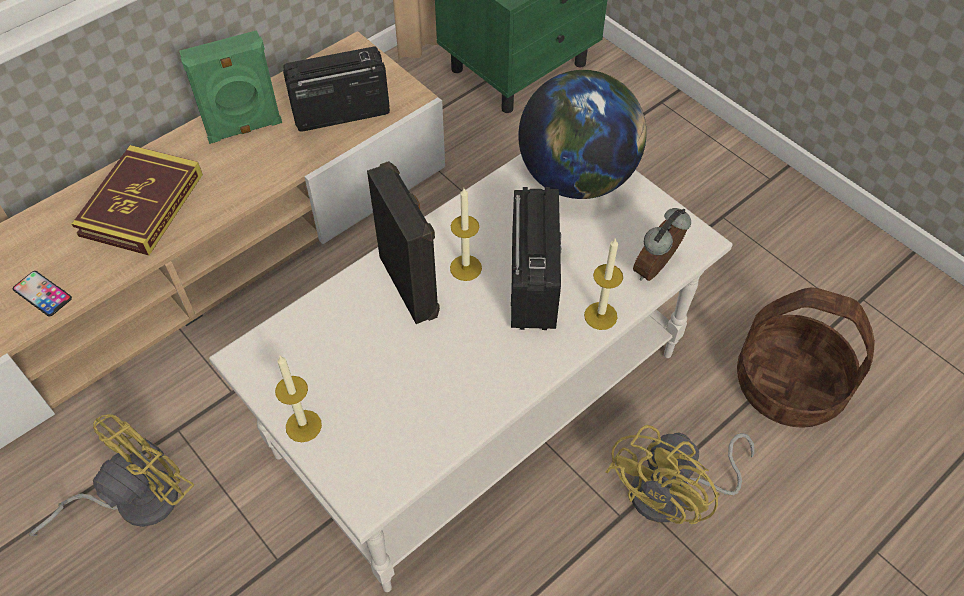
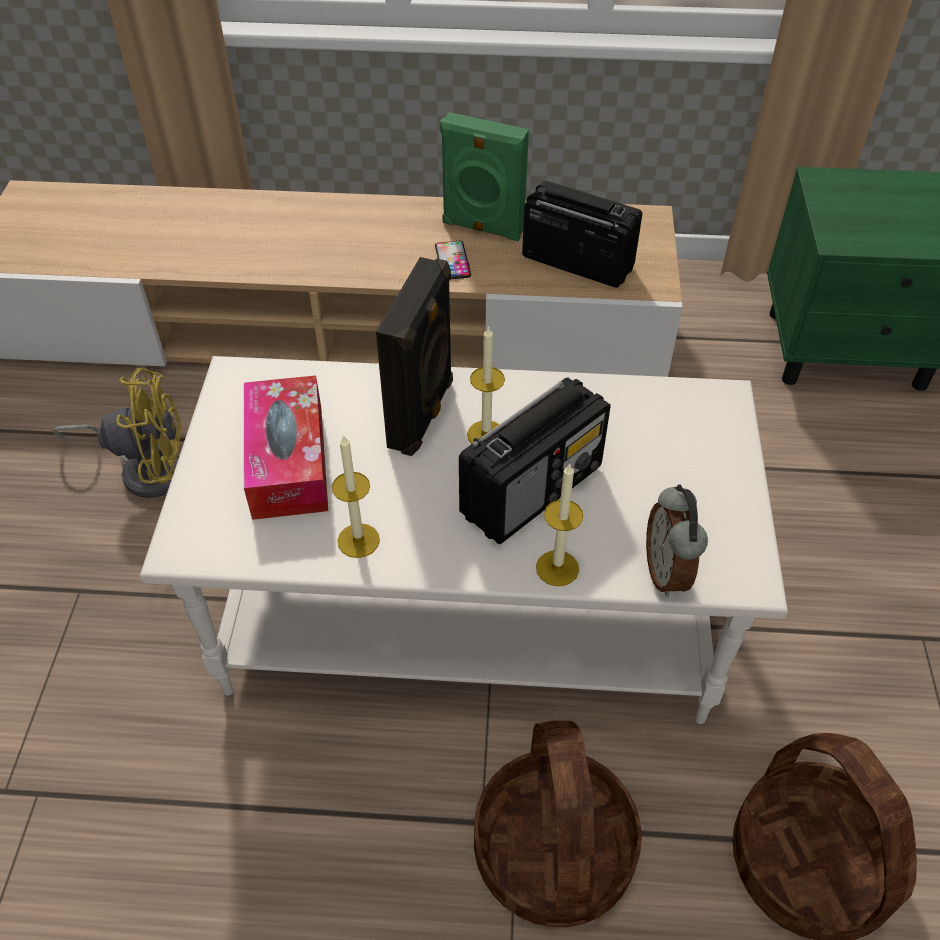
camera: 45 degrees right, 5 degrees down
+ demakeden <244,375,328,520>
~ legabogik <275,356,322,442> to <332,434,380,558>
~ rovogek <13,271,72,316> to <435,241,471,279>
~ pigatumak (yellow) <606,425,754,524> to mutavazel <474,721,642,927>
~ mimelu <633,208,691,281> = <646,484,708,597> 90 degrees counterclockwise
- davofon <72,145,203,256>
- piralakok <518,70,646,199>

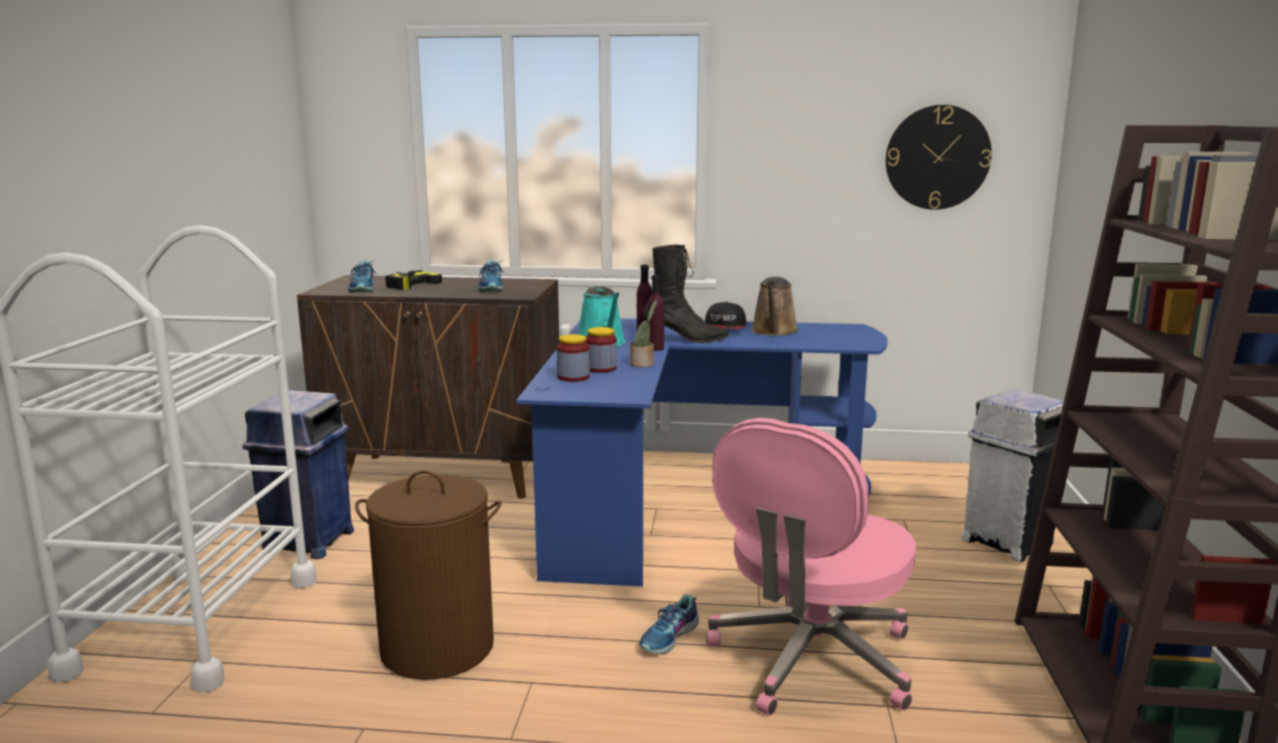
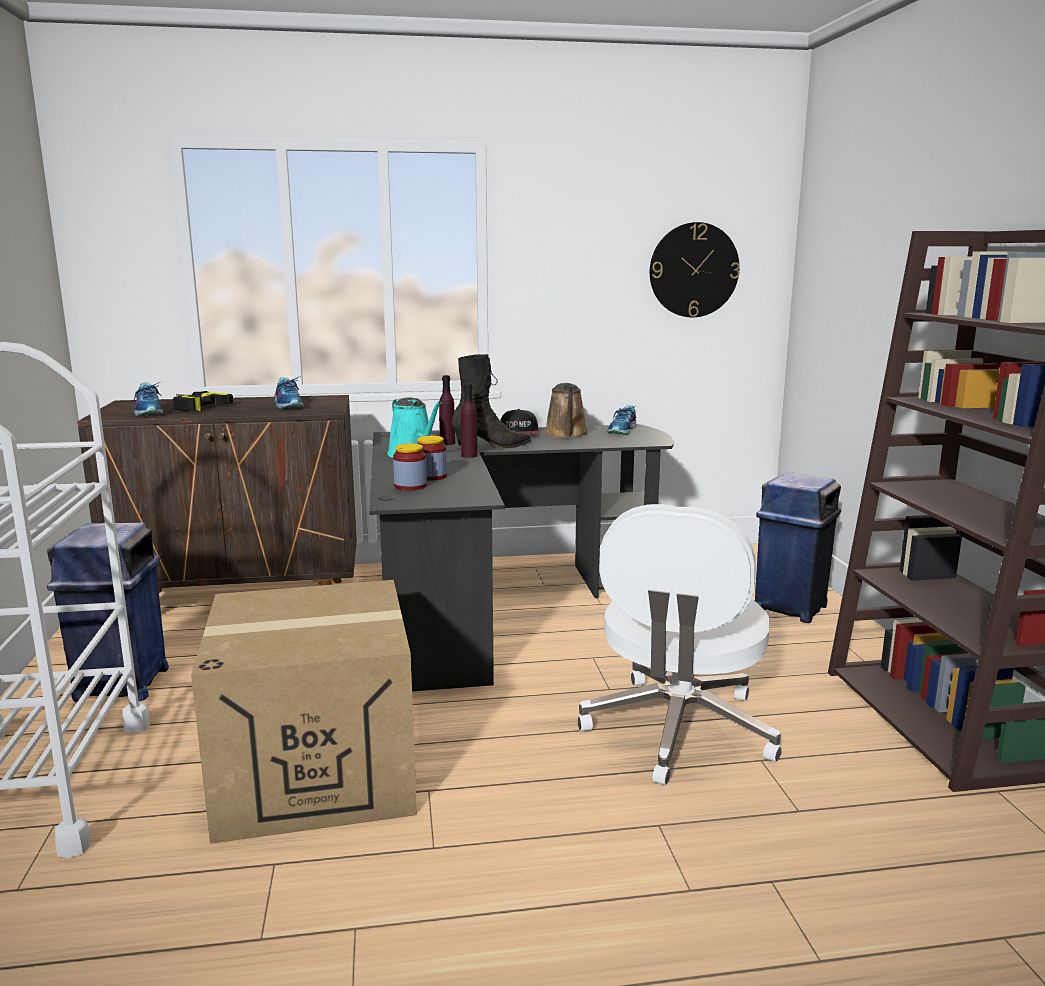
camera: 15 degrees left, 0 degrees up
~ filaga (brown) <355,471,502,680> to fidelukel <191,580,417,844>
~ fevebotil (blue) <516,318,888,587> to fevebotil (black) <369,424,674,691>
~ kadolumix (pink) <707,418,916,716> to kadolumix (white) <577,504,782,785>
~ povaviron <639,594,699,654> to <607,405,637,435>
~ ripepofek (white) <961,389,1064,562> to ripepofek (blue) <755,472,841,623>
- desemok <630,301,657,368>

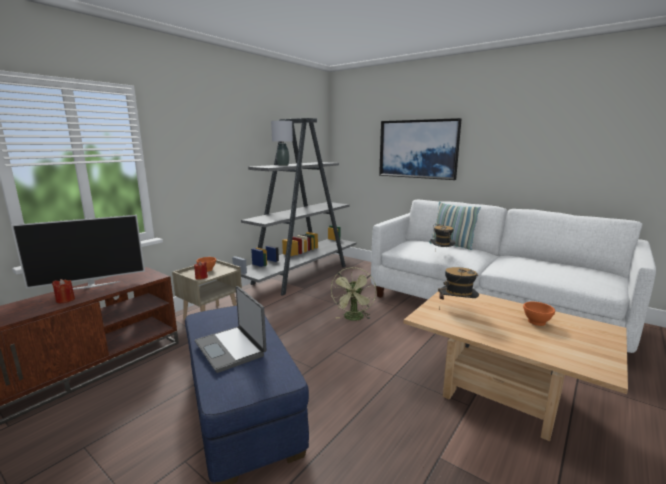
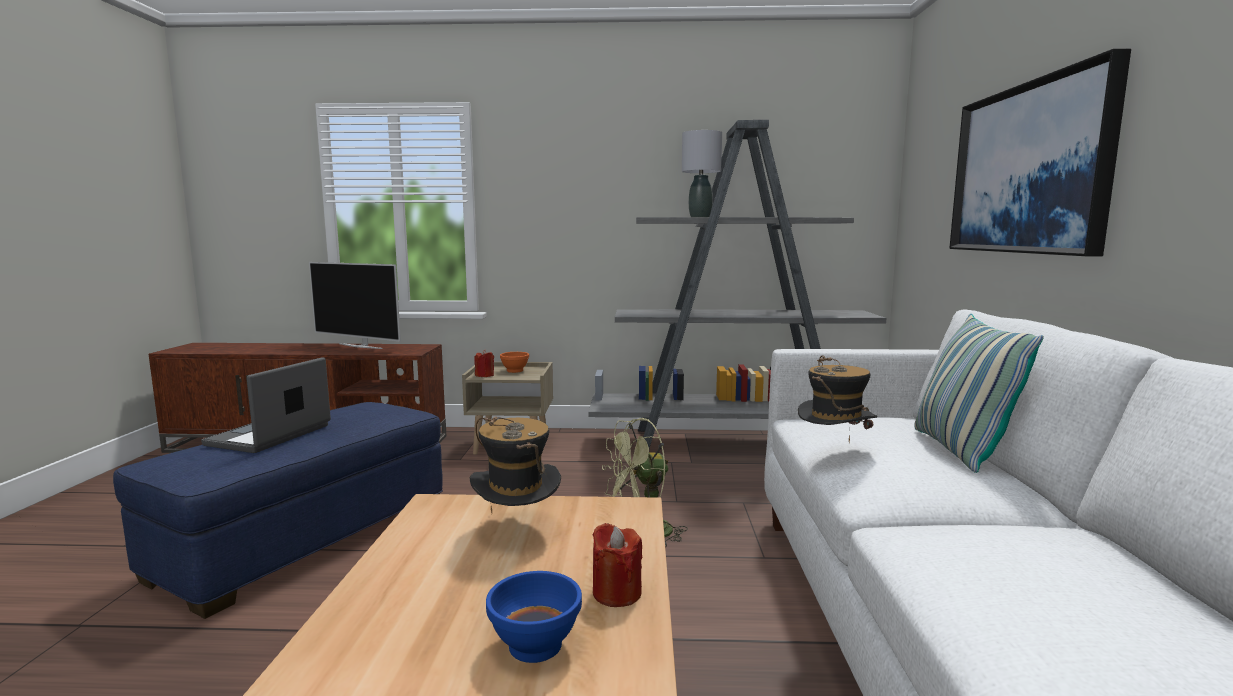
camera: 55 degrees right, 5 degrees down
~ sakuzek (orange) <523,302,555,326> to sakuzek (blue) <486,571,582,663>
~ legabogik (red) <52,279,75,303> to <593,523,643,607>

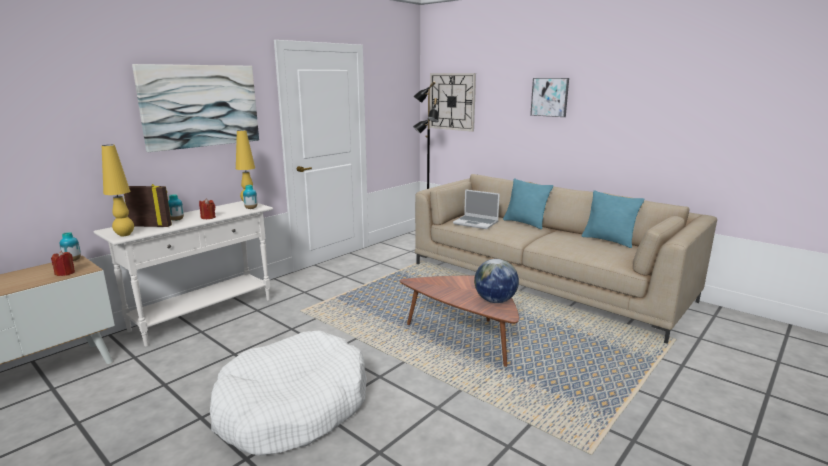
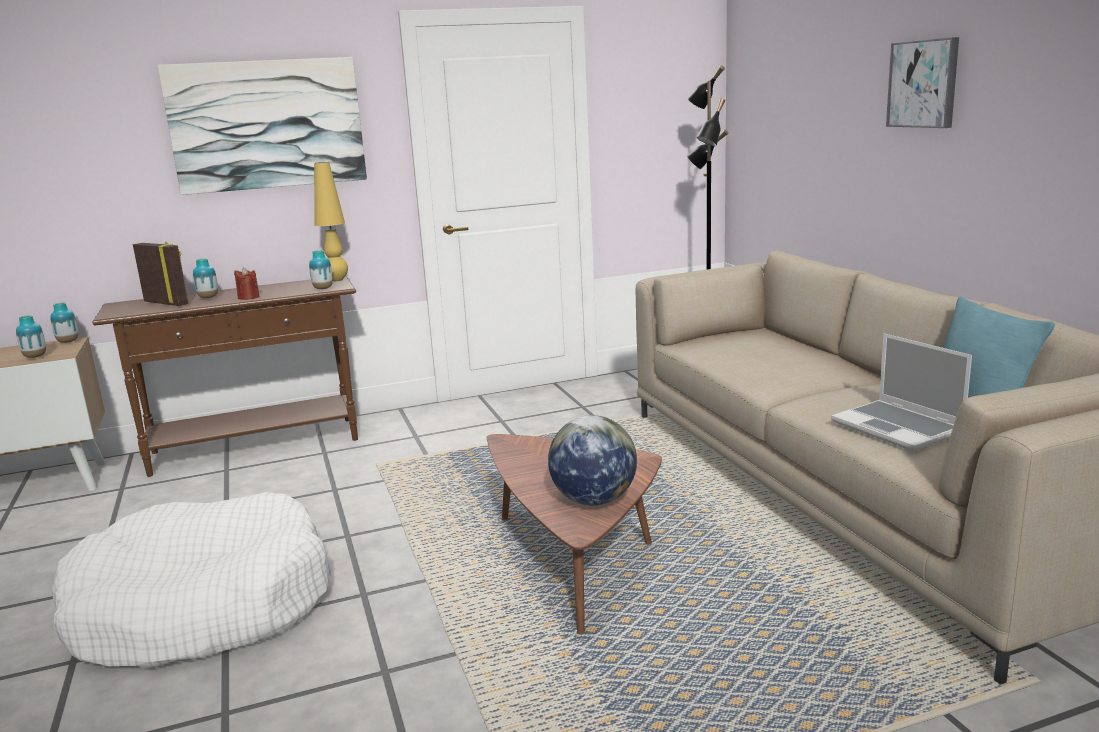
camera: 30 degrees right, 0 degrees up
~ legabogik (red) <51,251,75,276> to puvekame <16,315,46,358>
~ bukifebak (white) <94,201,273,346> to bukifebak (brown) <92,276,358,477>
~ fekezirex <453,189,500,229> to <831,333,972,451>
- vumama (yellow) <102,145,134,236>
- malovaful <430,73,476,132>
- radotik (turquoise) <503,178,553,229>

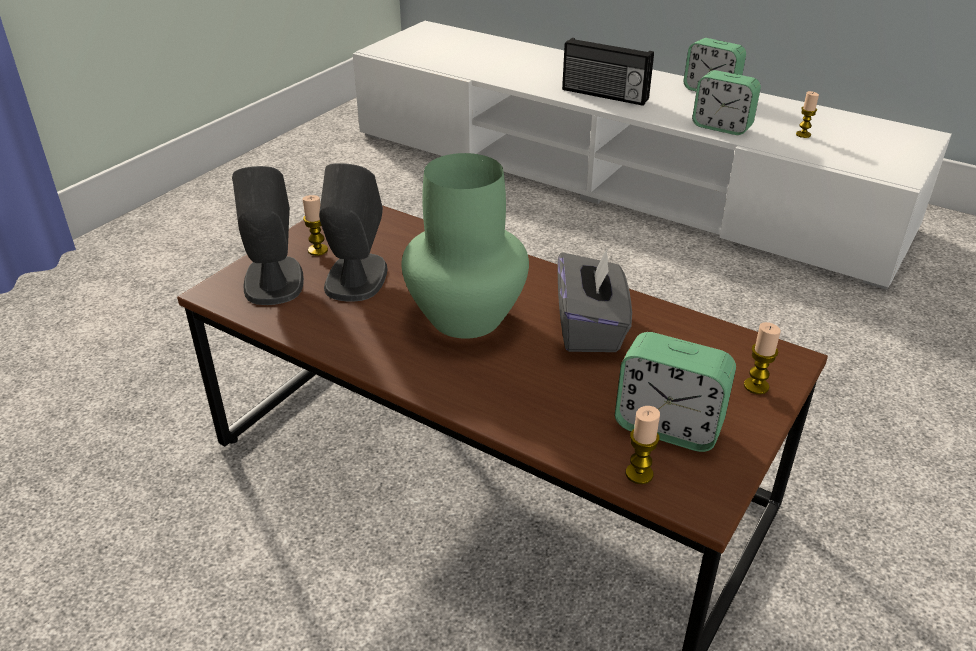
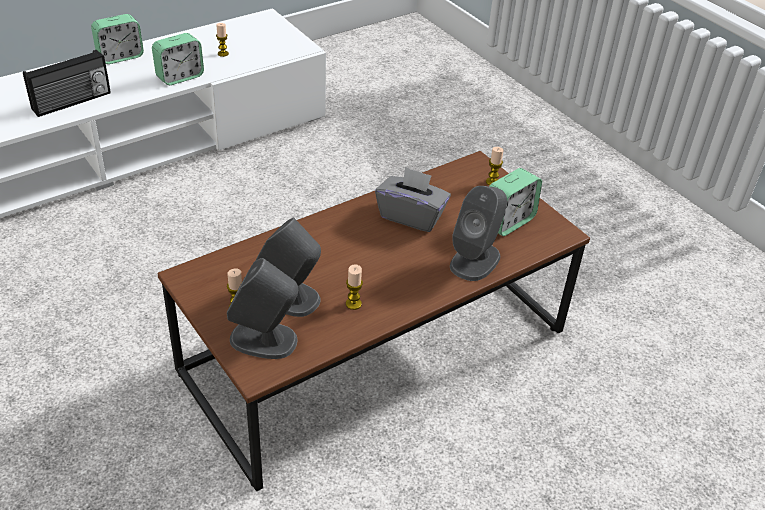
camera: 70 degrees left, 5 degrees up
~ legabogik <626,406,660,484> to <346,264,363,310>
+ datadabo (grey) <450,186,507,281>
- puvekame (green) <402,153,529,339>

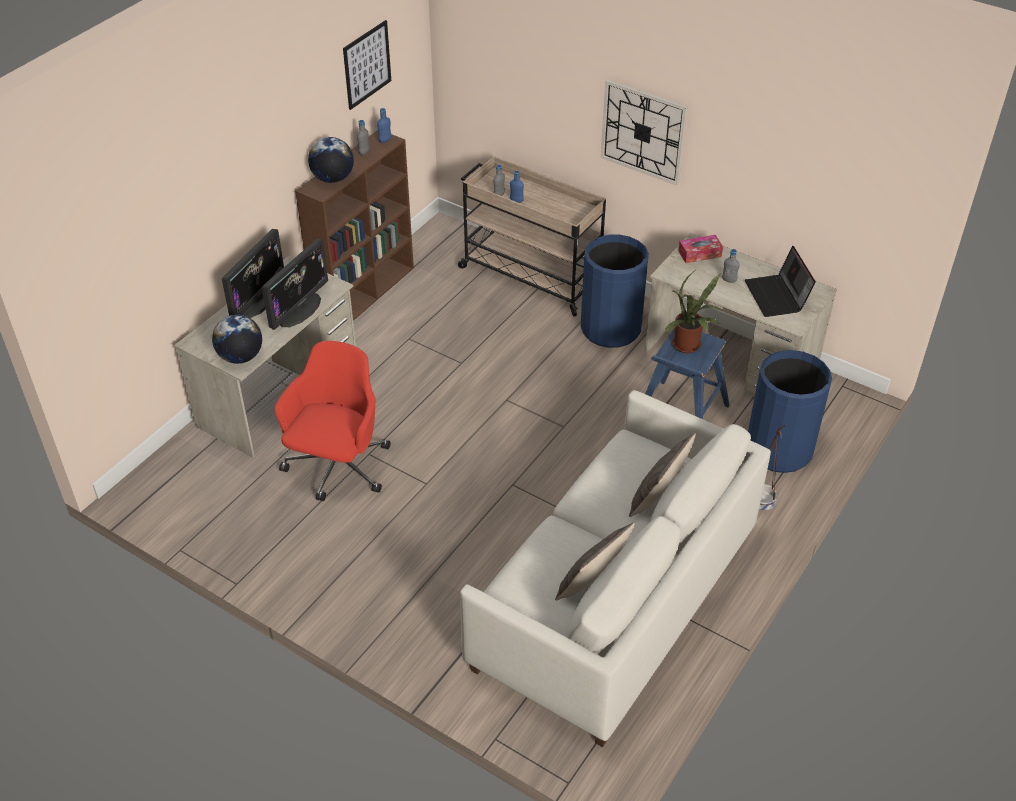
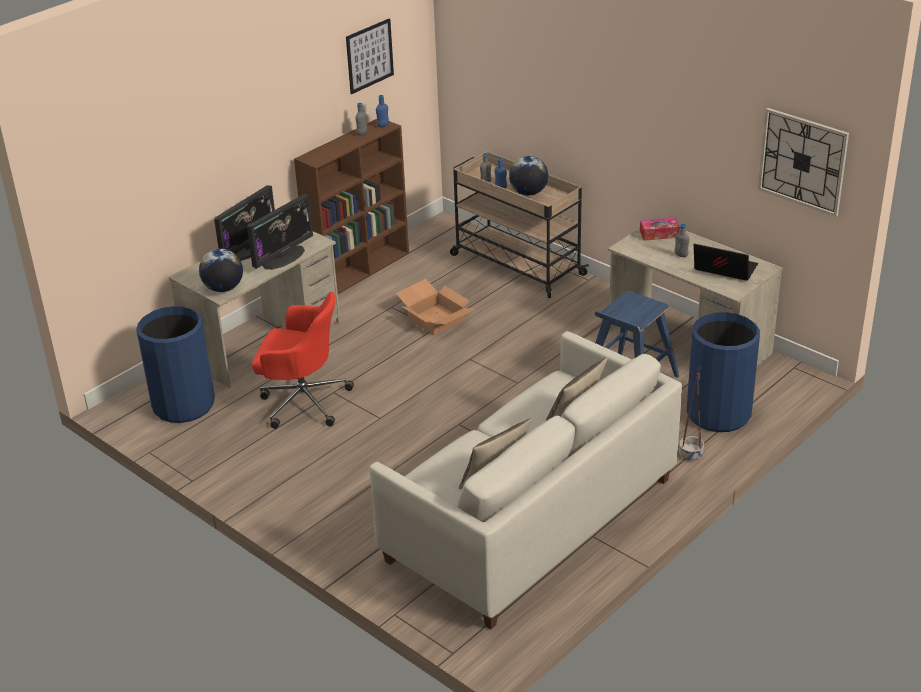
camera: 10 degrees right, 10 degrees down
~ ripepofek (blue) <581,234,649,348> to <136,306,215,423>
~ kadolumix (red) <275,341,391,501> = <252,292,354,429> 75 degrees clockwise
+ fidelukel <396,279,475,335>
~ piralakok <308,137,354,183> to <509,156,548,195>
~ fekezirex <745,246,816,317> = <694,244,758,281> 120 degrees clockwise
~ malovaful <601,80,688,185> to <758,108,849,217>
- desemok <664,272,722,353>

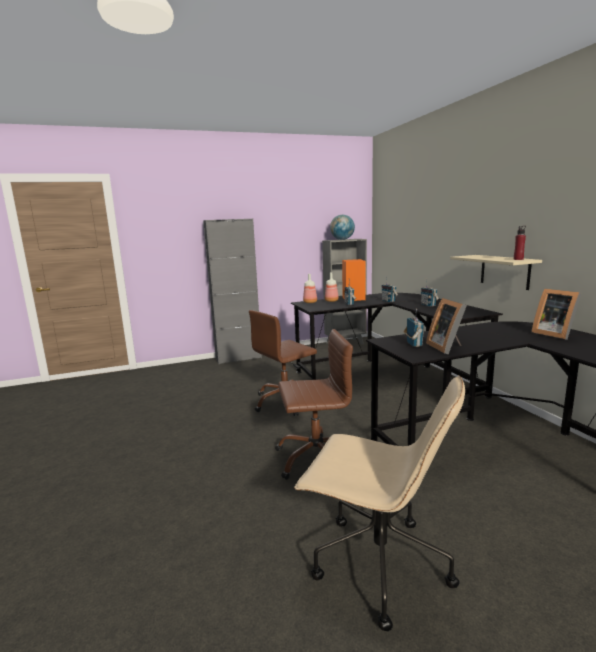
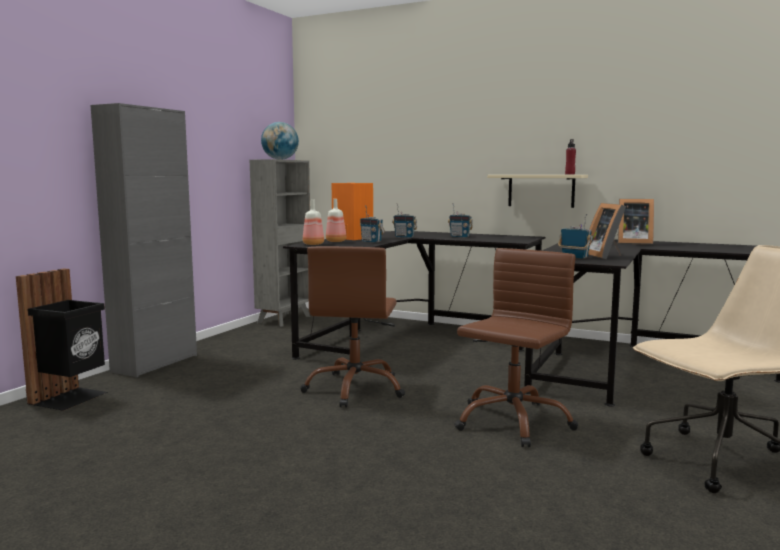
camera: 45 degrees left, 5 degrees down
+ ripepofek (black) <16,269,108,411>
~ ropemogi <426,298,467,354> = <588,203,626,259> 45 degrees clockwise

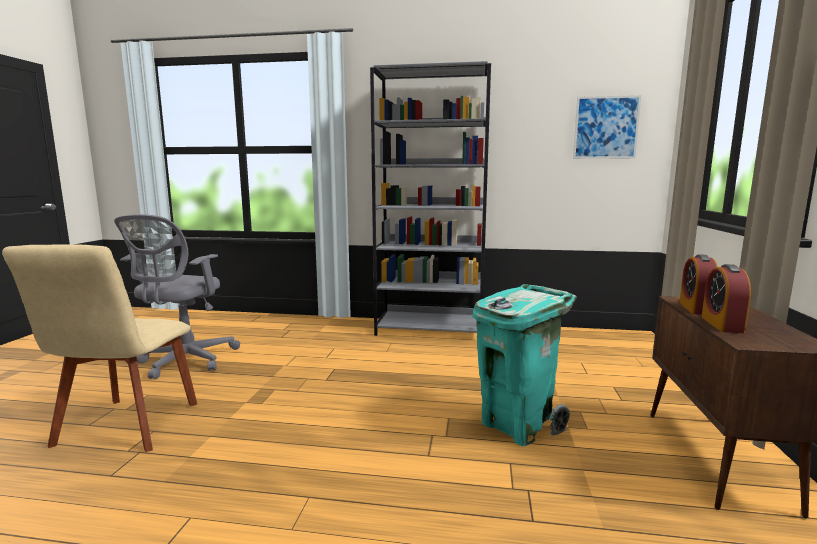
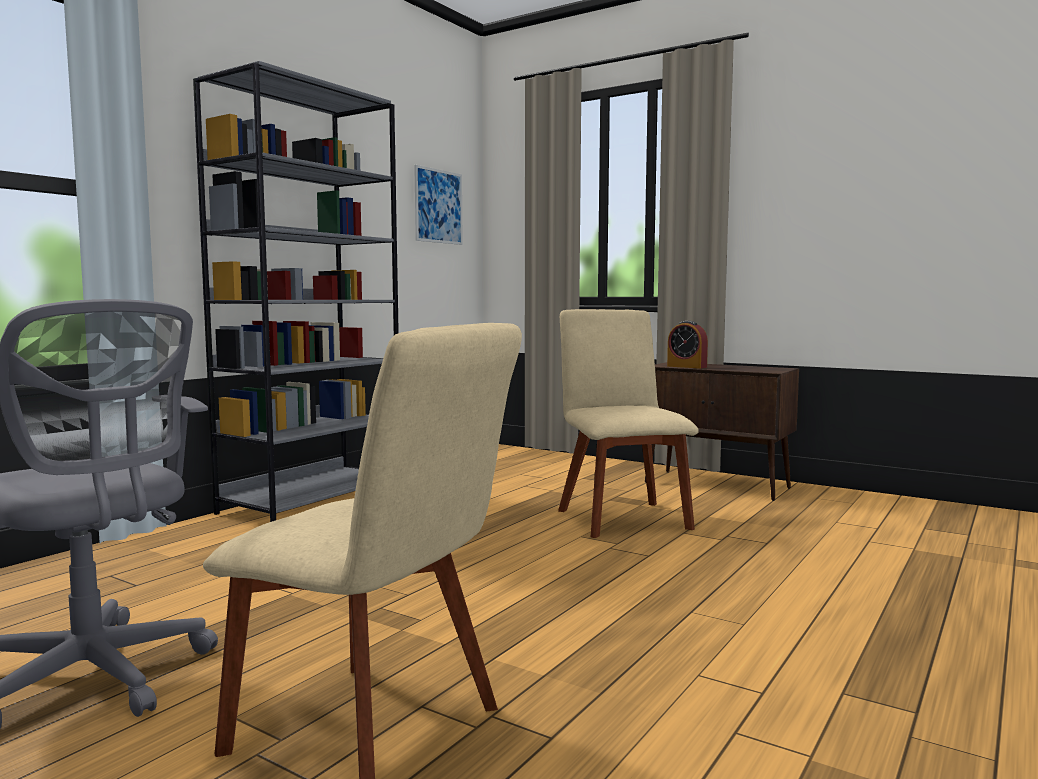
camera: 65 degrees left, 5 degrees down
~ ripepofek (turquoise) <472,284,577,446> to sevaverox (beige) <558,309,699,538>
- mimelu <702,264,751,333>

